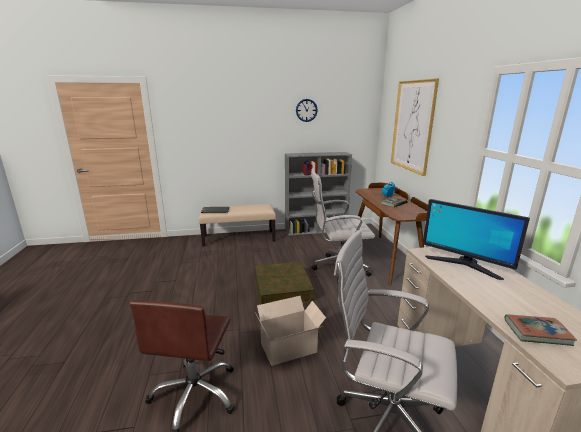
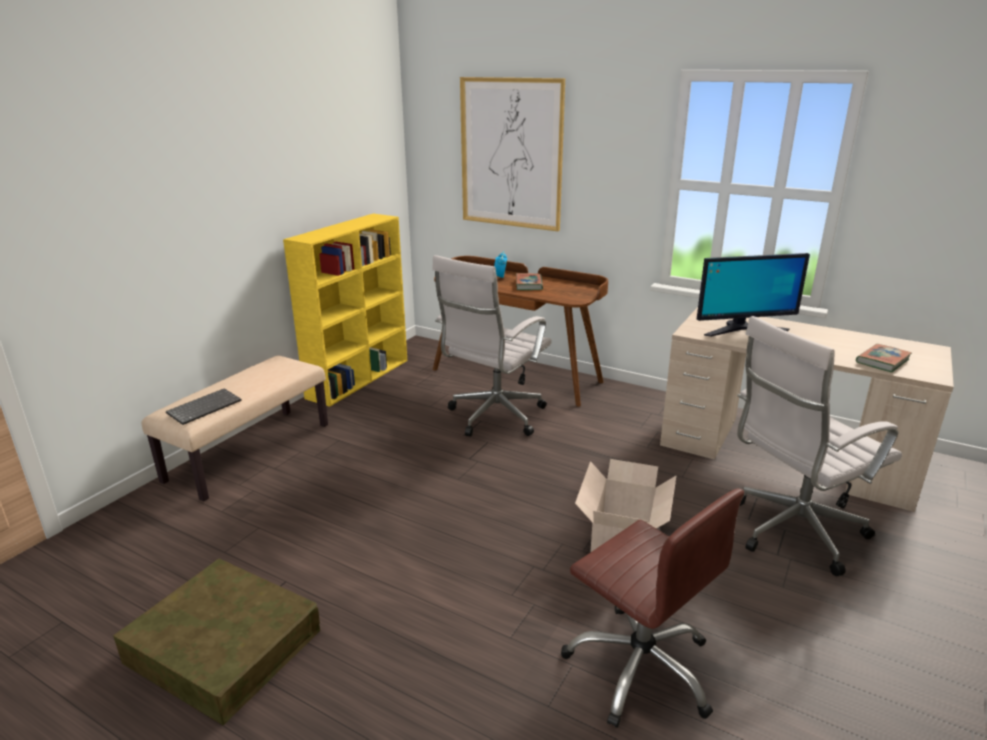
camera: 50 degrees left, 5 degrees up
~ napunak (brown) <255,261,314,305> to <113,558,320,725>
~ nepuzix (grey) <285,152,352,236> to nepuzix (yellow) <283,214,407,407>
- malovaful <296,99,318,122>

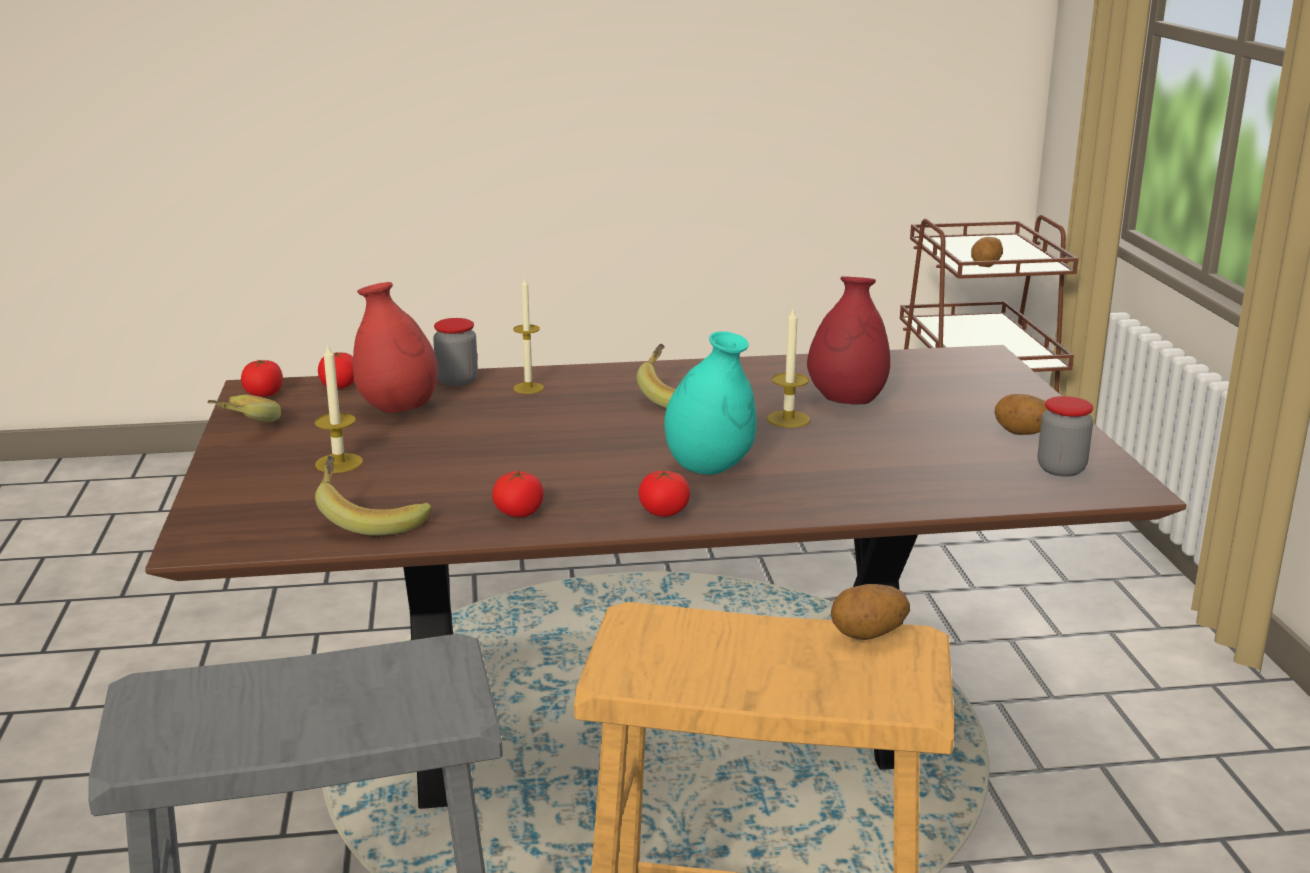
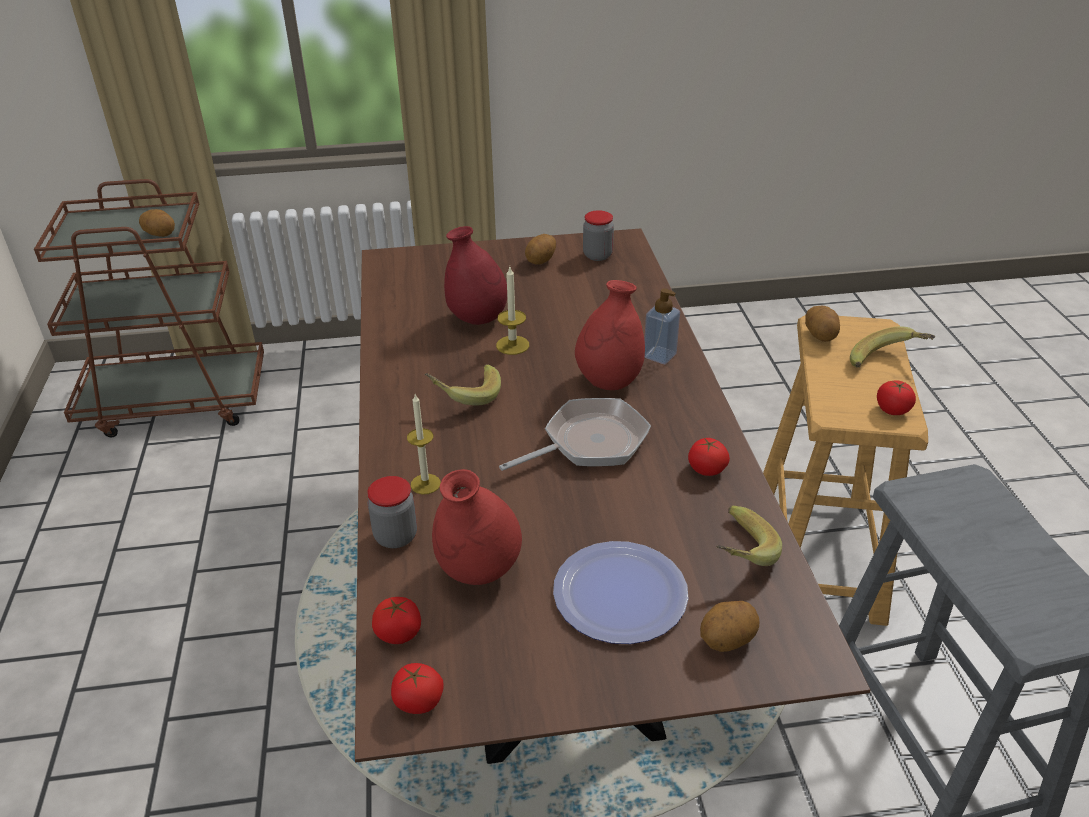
camera: 90 degrees left, 15 degrees up
+ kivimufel <499,398,651,471>
~ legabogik <314,343,363,473> to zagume <553,541,689,644>
~ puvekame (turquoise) <664,331,756,475> to puvekame (red) <575,280,645,390>
+ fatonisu <644,288,680,364>
+ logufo <700,601,760,652>
~ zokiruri <207,395,281,422> to <850,326,935,367>
~ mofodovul <639,469,690,517> to <877,380,916,415>

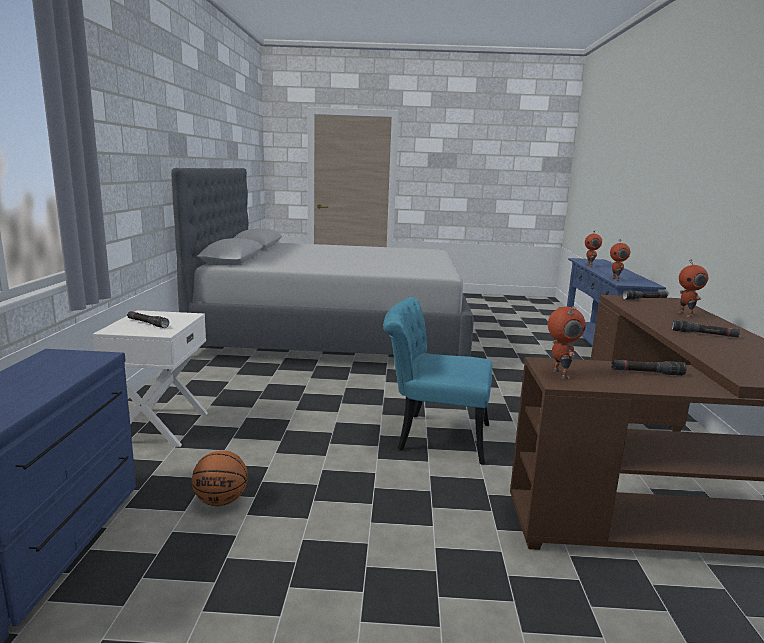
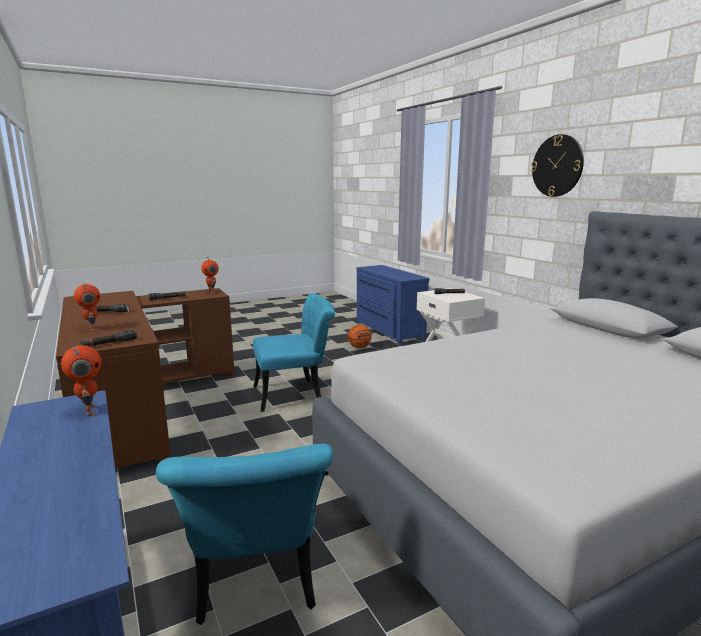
camera: 150 degrees right, 0 degrees up
+ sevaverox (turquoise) <156,443,333,625>
+ malovaful <531,134,584,197>
- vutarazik <585,231,602,267>

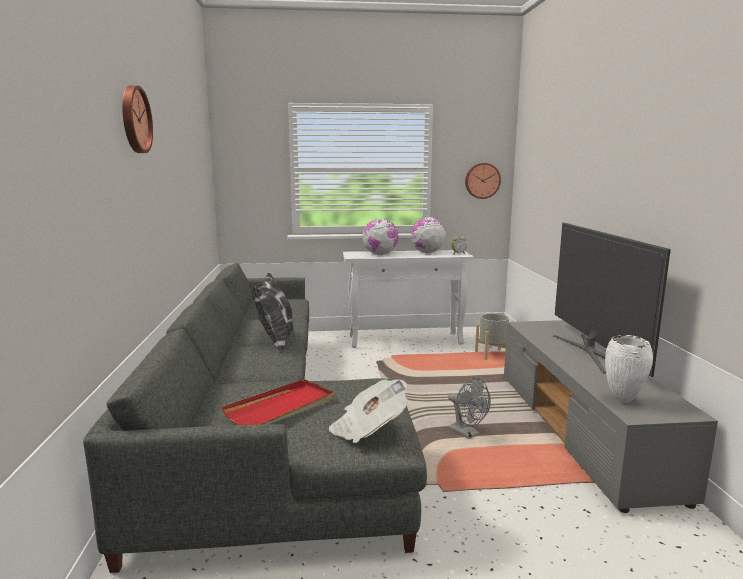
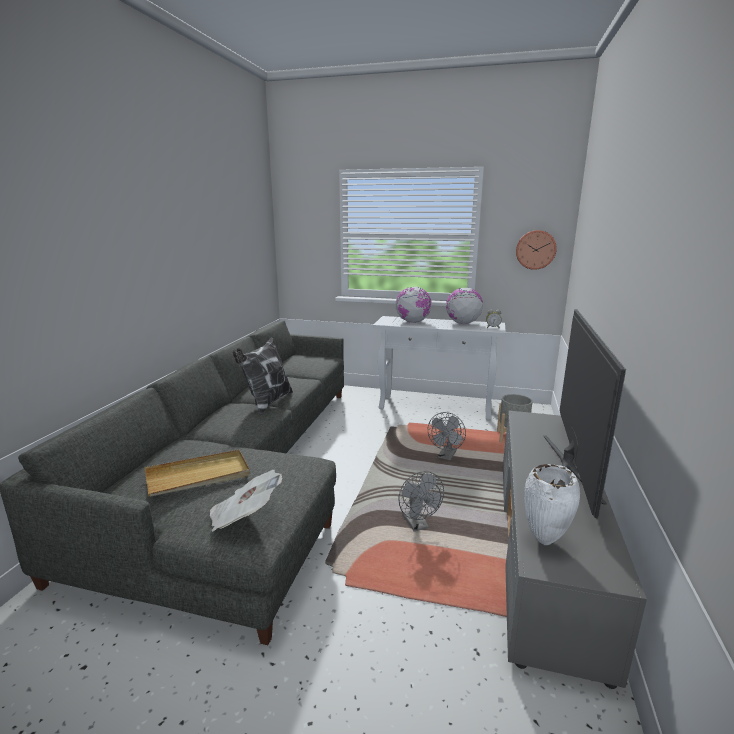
camera: 20 degrees right, 5 degrees up
~ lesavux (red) <222,379,335,425> to lesavux (beige) <144,450,250,497>
+ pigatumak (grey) <428,412,466,460>
- malovaful <122,85,153,153>

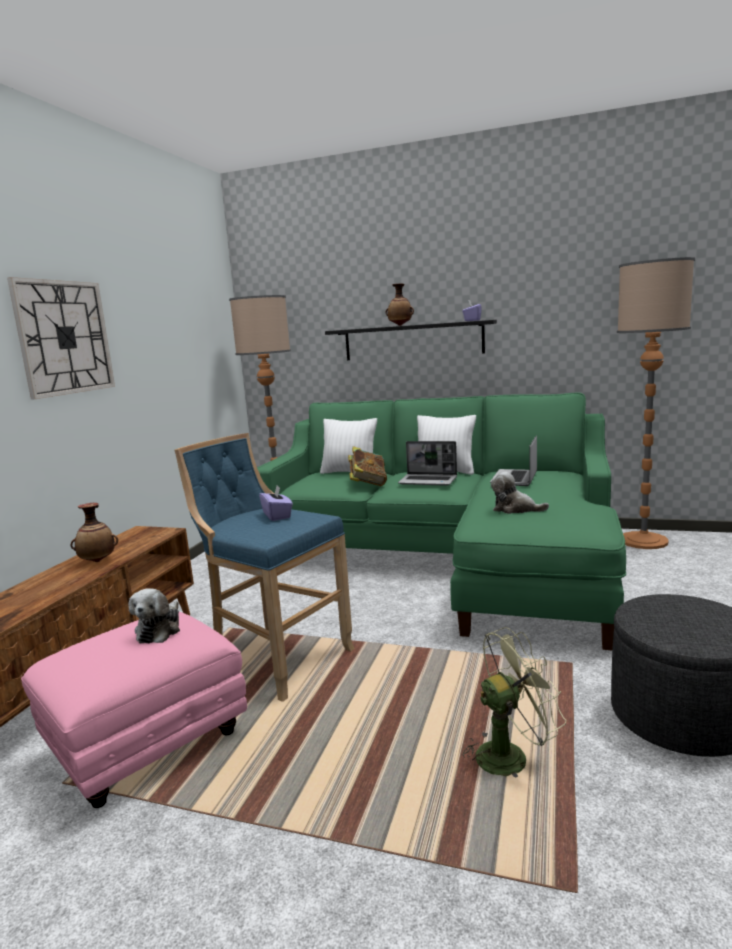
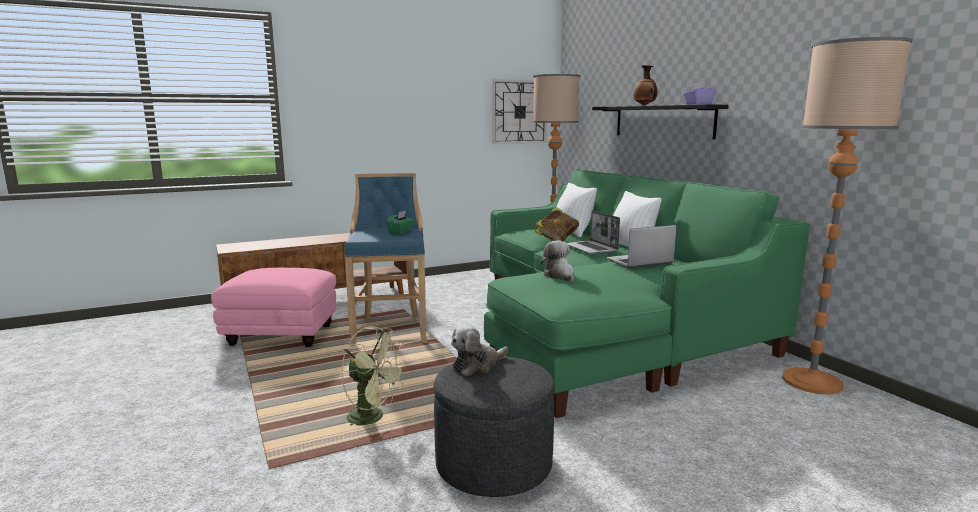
camera: 45 degrees right, 0 degrees up
~ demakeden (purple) <259,486,293,521> to demakeden (green) <386,210,414,234>
~ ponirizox <129,588,180,643> to <451,325,508,376>
~ malovaful <7,277,115,399> to <492,79,547,144>
- puvekame <71,503,118,562>

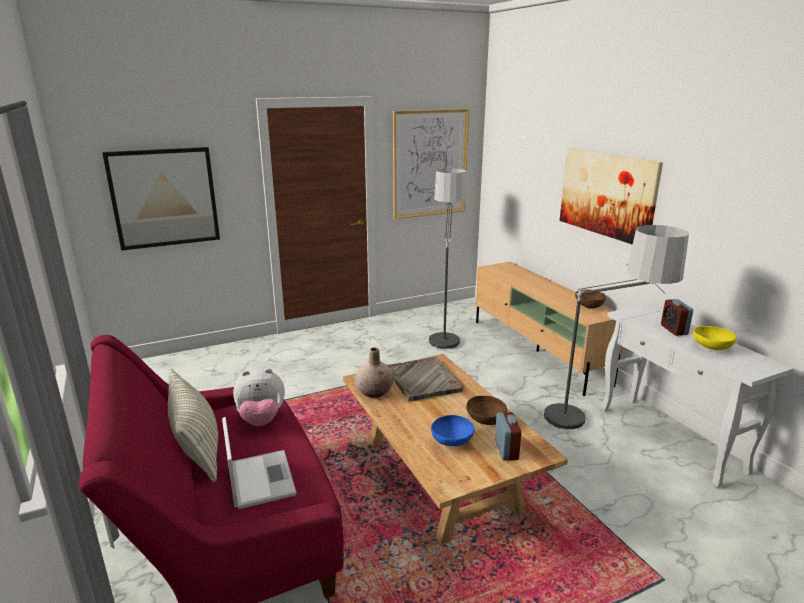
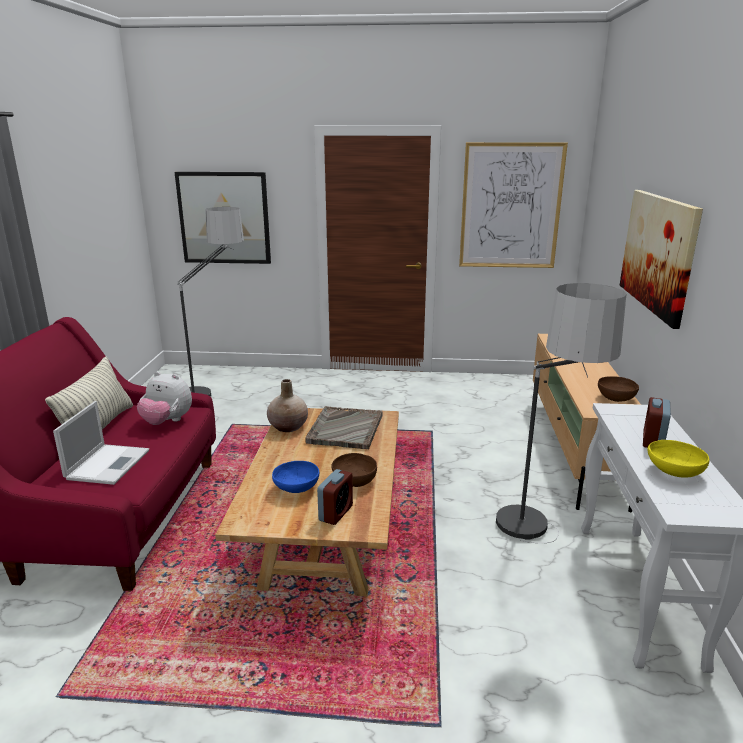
camera: 30 degrees right, 0 degrees up
~ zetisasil <423,168,467,351> to <177,207,244,397>

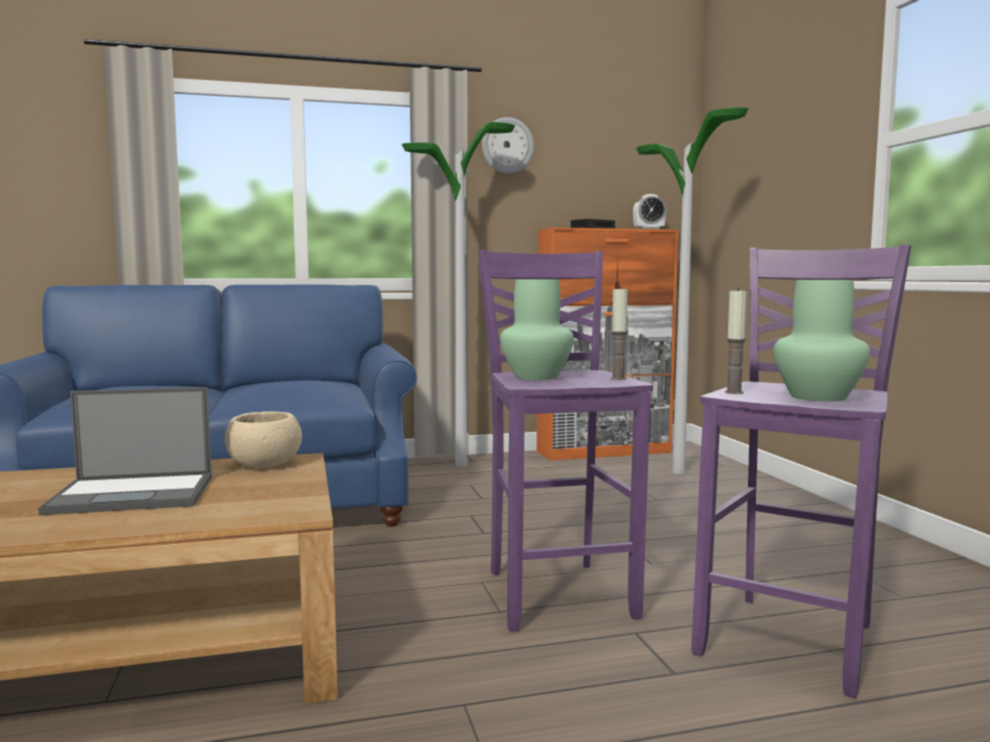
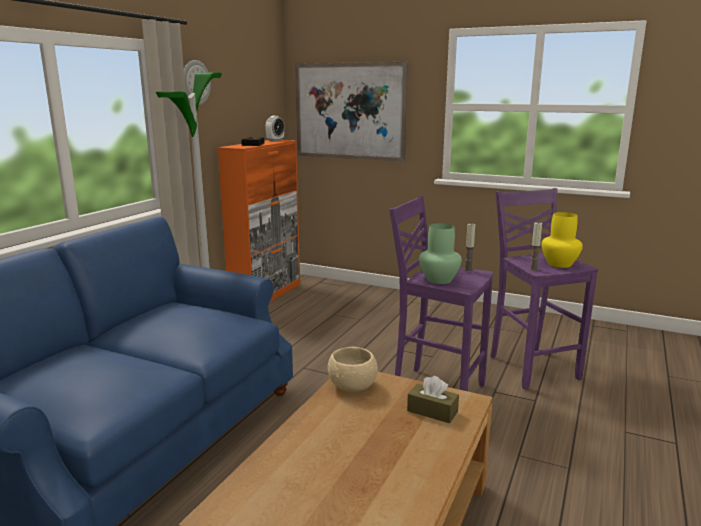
camera: 50 degrees left, 10 degrees up
+ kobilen <295,62,408,162>
+ demakeden (brown) <407,376,459,423>
~ puvekame (green) <774,280,870,401> to puvekame (yellow) <542,212,583,268>
- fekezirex <38,387,212,515>
- zetisasil <636,107,748,474>

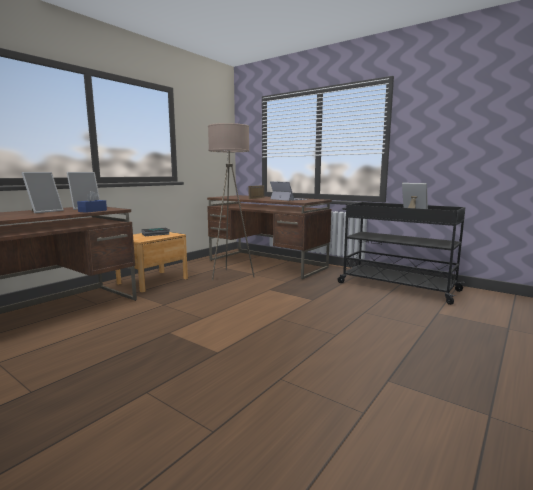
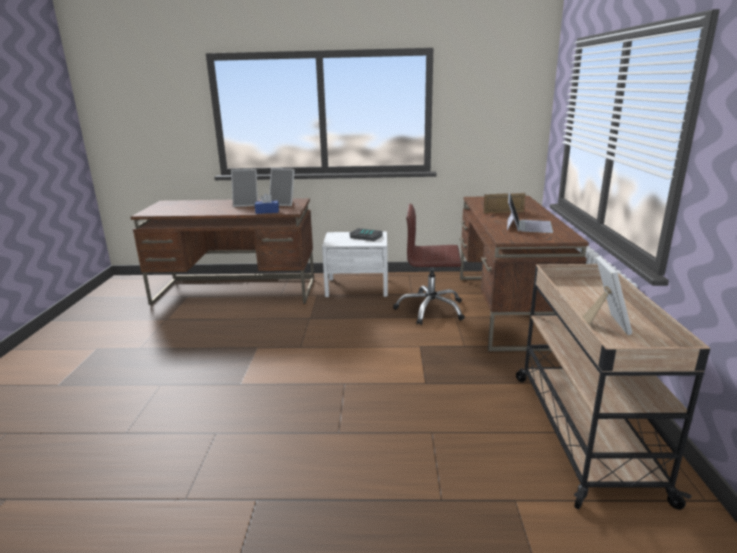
camera: 55 degrees right, 10 degrees up
~ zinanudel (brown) <116,232,188,292> to zinanudel (white) <322,231,388,297>
~ zetisasil (beige) <208,123,255,280> to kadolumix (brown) <393,204,465,325>
~ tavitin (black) <337,202,465,305> to tavitin (beige) <516,264,710,510>

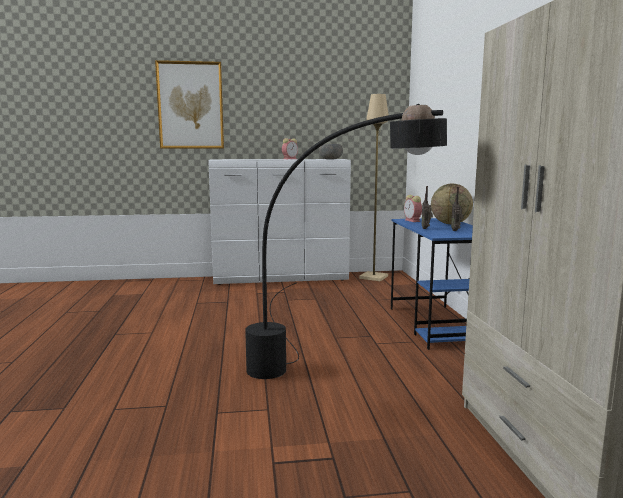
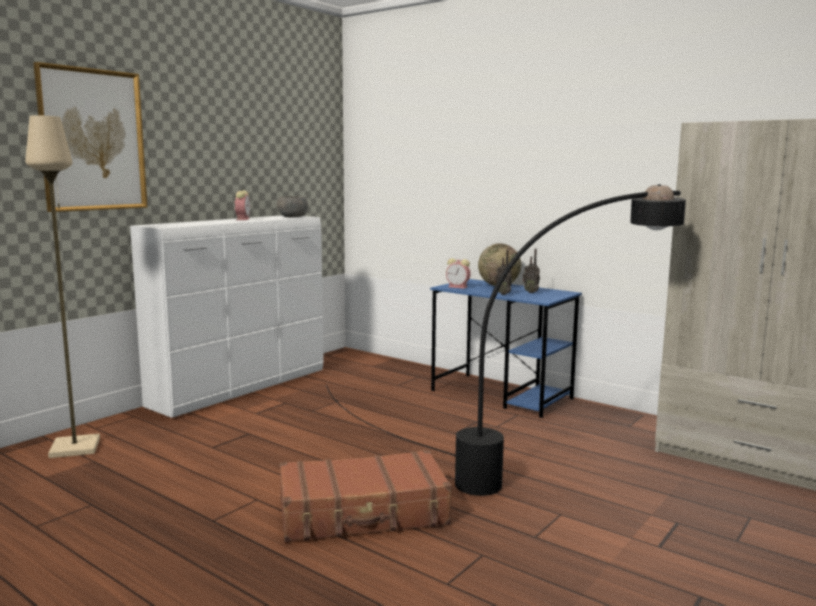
camera: 45 degrees left, 0 degrees up
~ zetisasil (beige) <359,94,389,281> to <25,116,100,458>
+ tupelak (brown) <280,450,451,542>

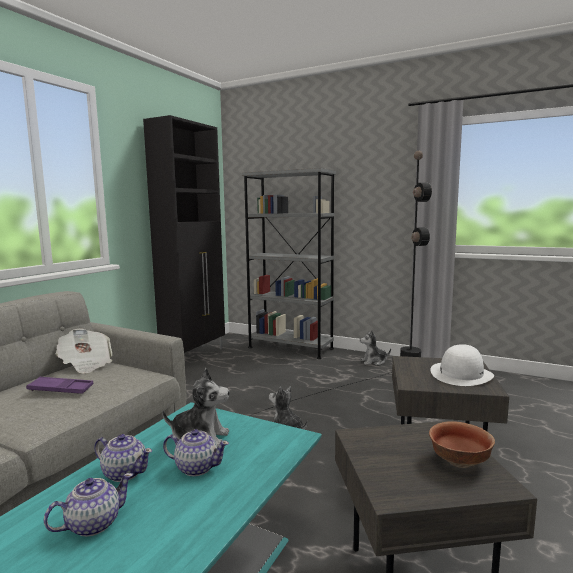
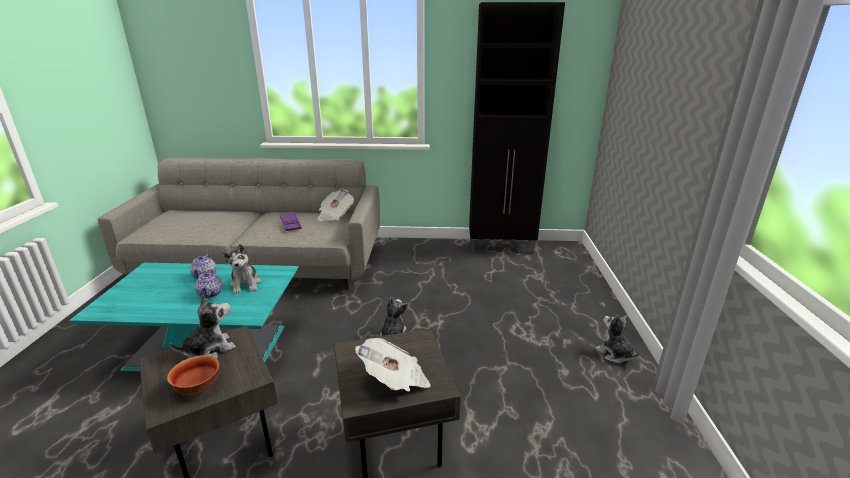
camera: 65 degrees right, 15 degrees up
+ ponirizox <170,295,236,359>
~ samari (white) <431,344,494,386> to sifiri <355,338,431,391>
- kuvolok <44,473,133,537>
- nepuzix (grey) <242,168,336,359>
- zetisasil (black) <249,151,432,416>

